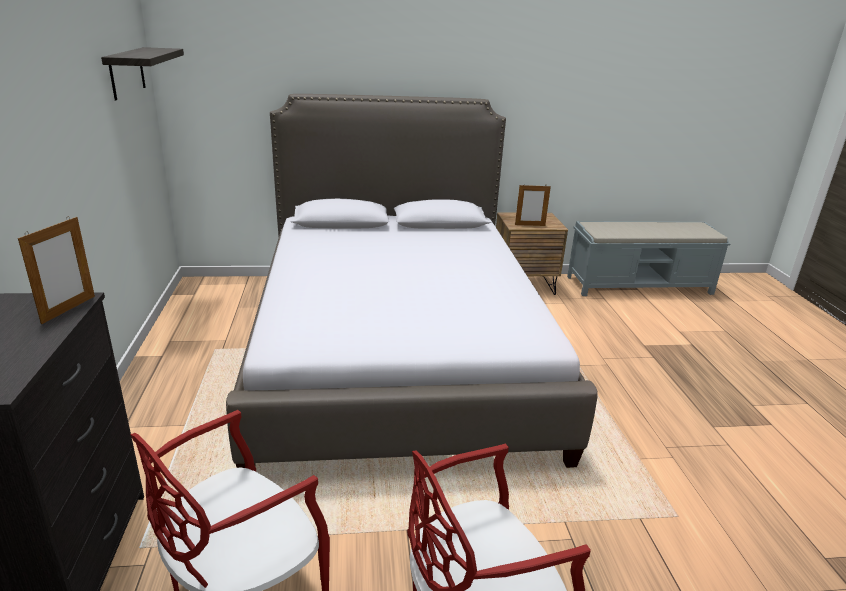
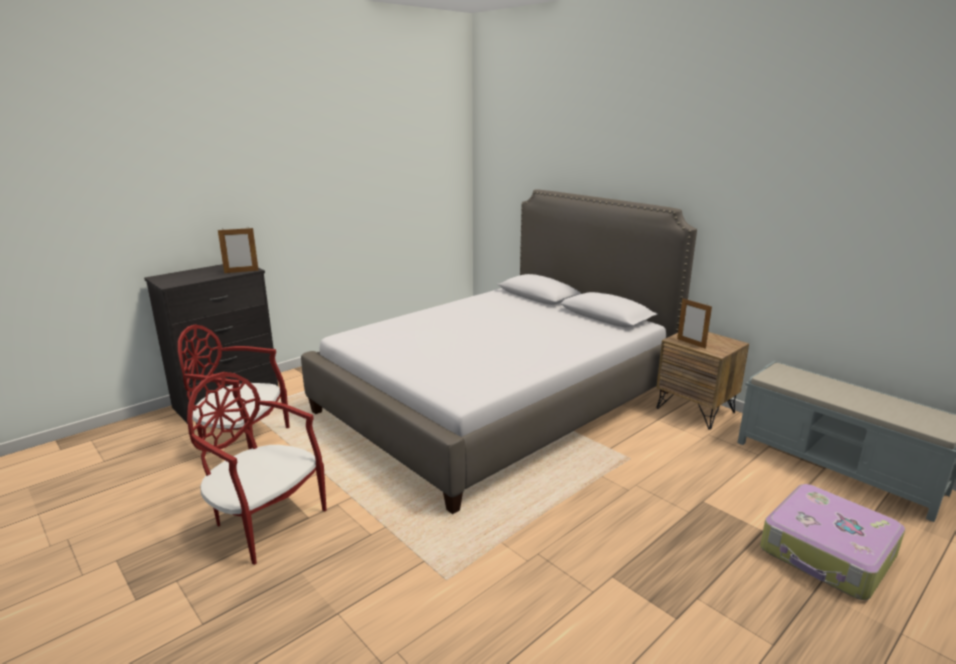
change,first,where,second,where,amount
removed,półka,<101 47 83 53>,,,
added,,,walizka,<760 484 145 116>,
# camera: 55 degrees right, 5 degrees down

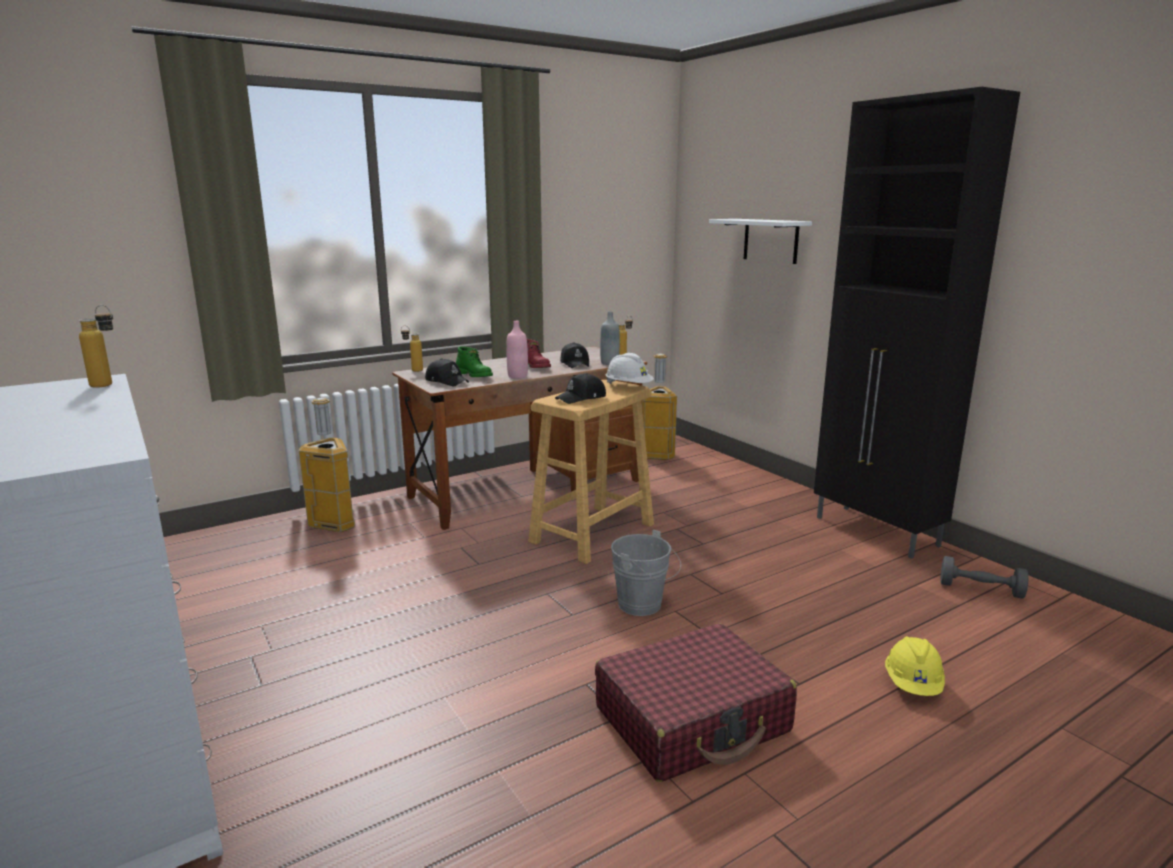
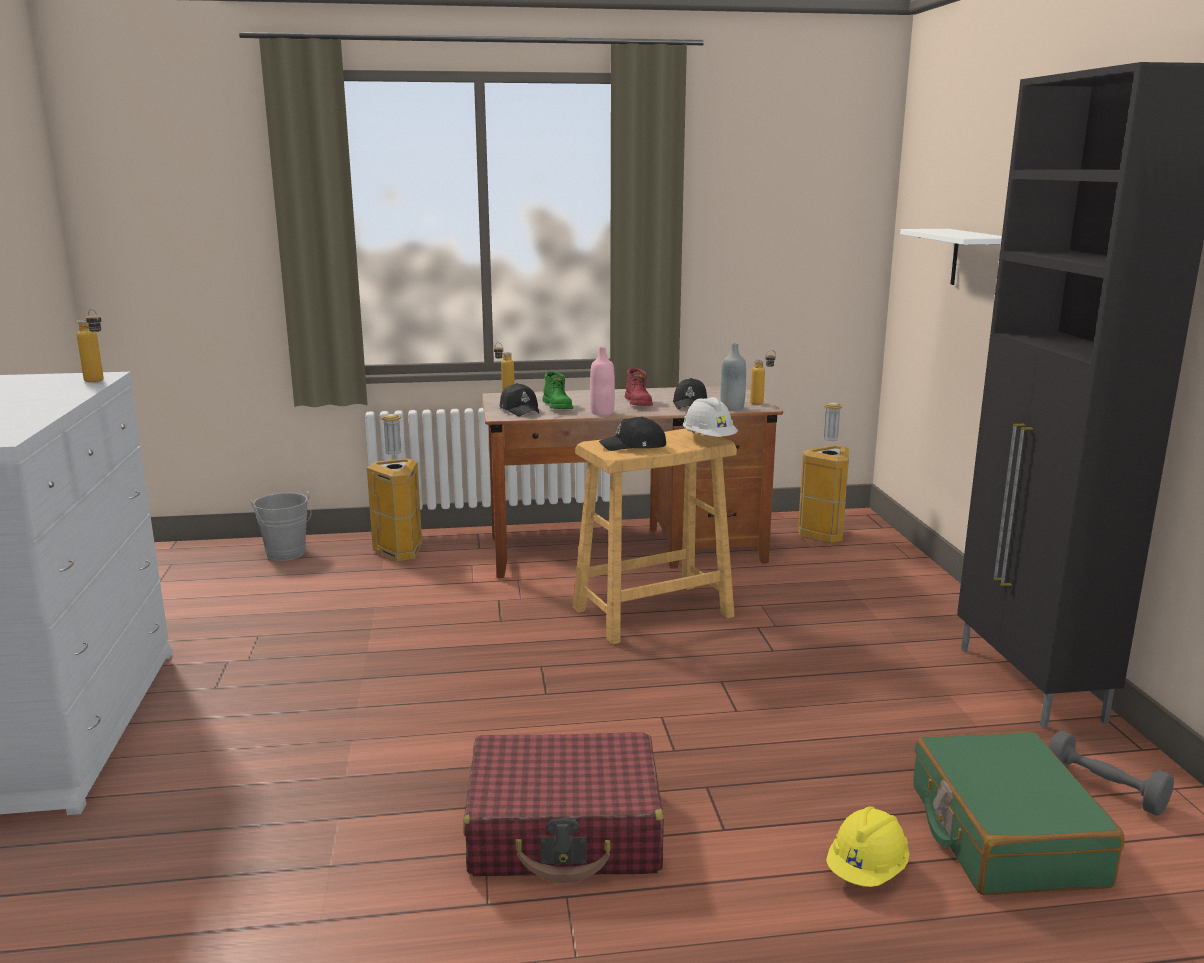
change,first,where,second,where,amount
added,,,walizka/zielony,<913 732 212 163>,
moved,wiadro/szary,<611 530 70 86>,,<250 491 61 70>,
# camera: 25 degrees right, 0 degrees up

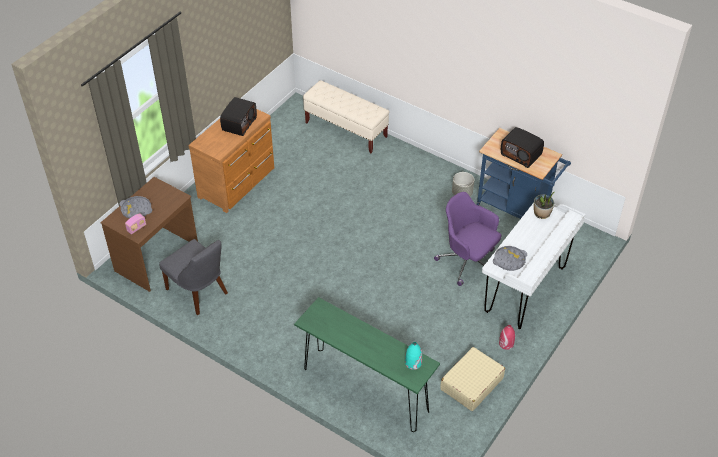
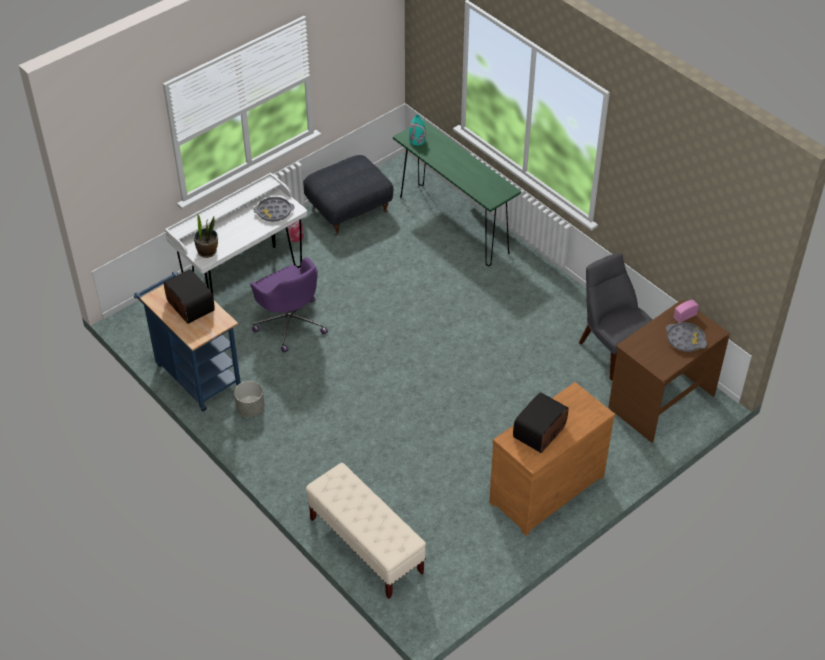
change,first,where,second,where,amount
replaced,walizka/beżowy,<440 347 65 64>,pufa/szary,<303 155 91 80>,
# camera: 165 degrees left, 0 degrees up

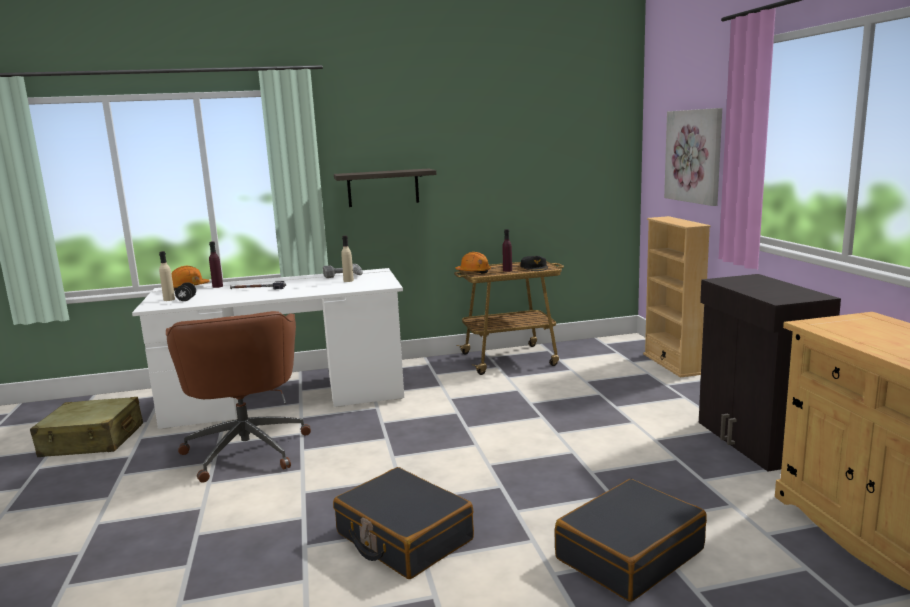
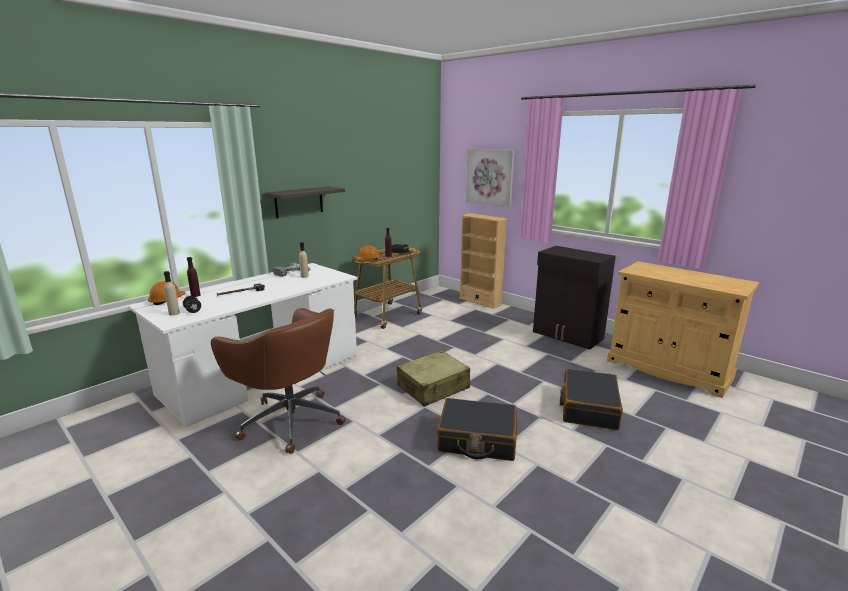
change,first,where,second,where,amount
moved,walizka/beżowy,<30 397 113 60>,,<397 350 73 57>,
# camera: 35 degrees left, 5 degrees up

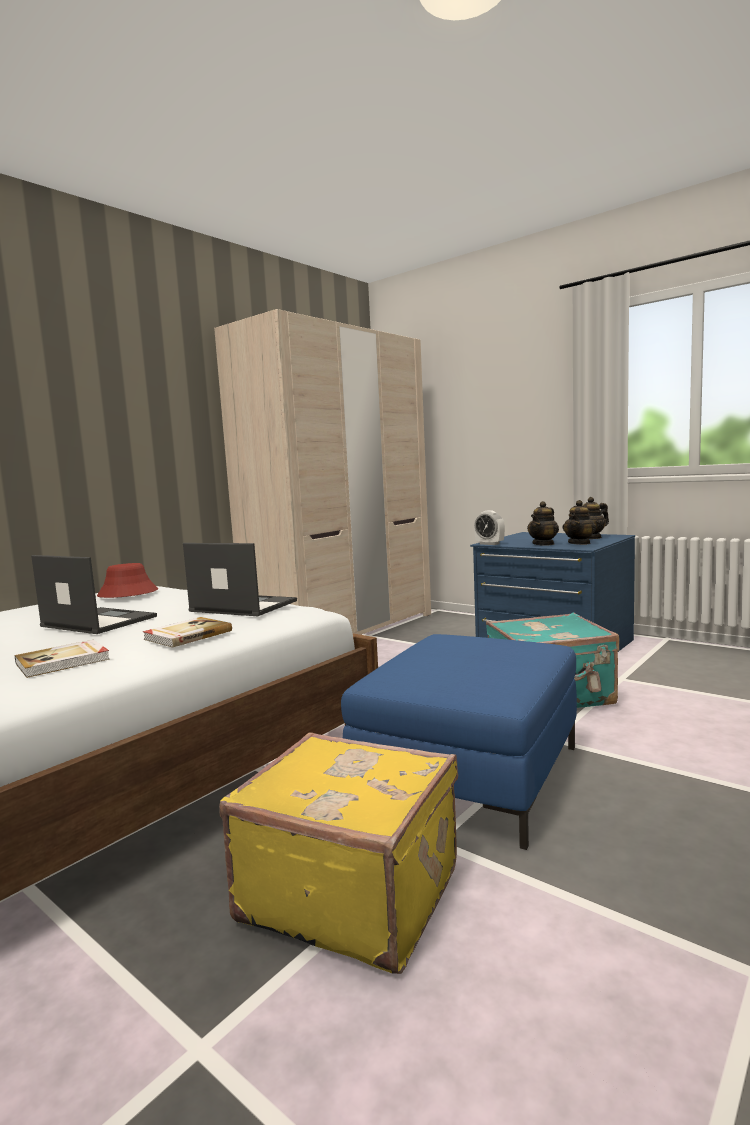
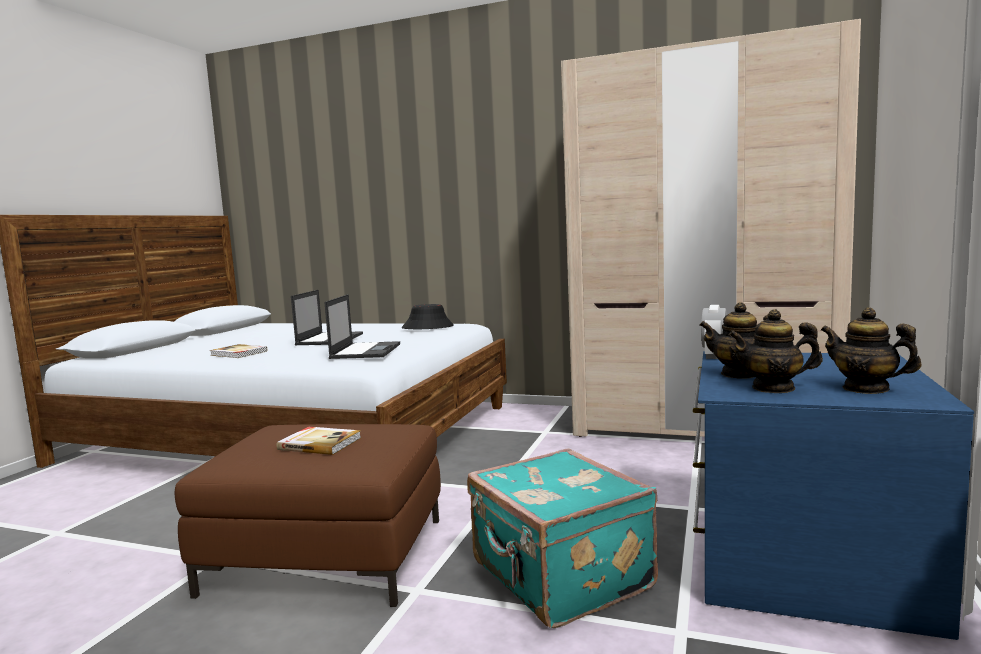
change,first,where,second,where,amount
removed,walizka/żółty,<219 732 239 242>,,,
moved,książka,<143 617 89 31>,,<277 427 84 28>,
recoloured,kapelusz/czerwony,<97 563 61 35>,kapelusz/czarny,<402 304 52 25>,
recoloured,pufa/niebieski,<341 634 236 216>,pufa/brązowy,<175 424 266 183>,
# camera: 70 degrees right, 0 degrees up

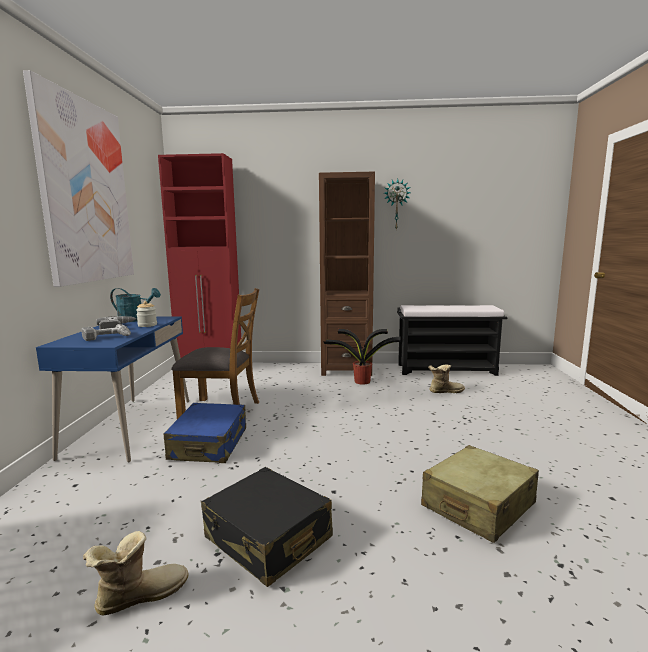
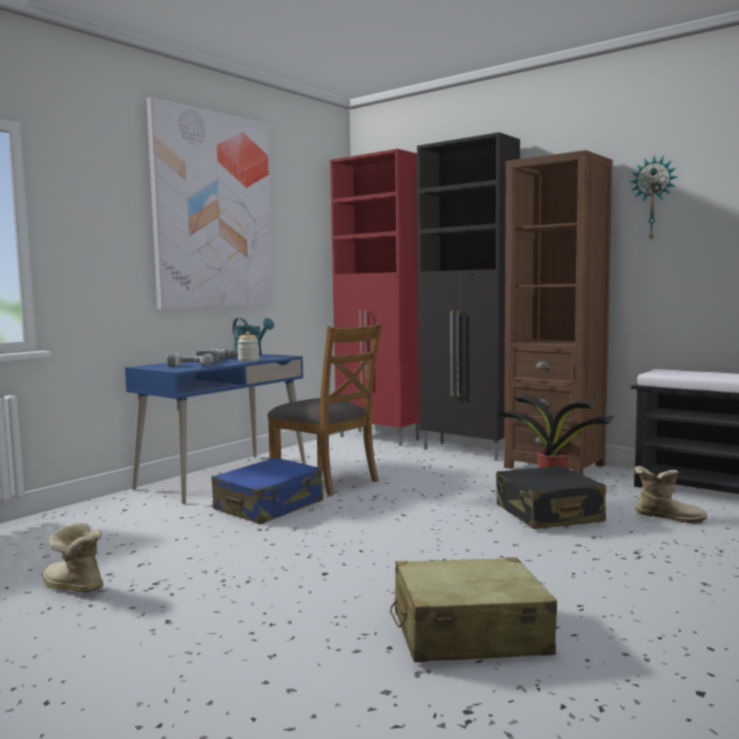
change,first,where,second,where,amount
added,,,szafka/czarny,<417 132 103 329>,
moved,walizka/czarny,<201 467 132 120>,,<496 465 110 64>,
turned,but z cholewką,<83 531 105 84>,,<42 522 62 71>,150 degrees counterclockwise
# camera: 35 degrees right, 5 degrees down

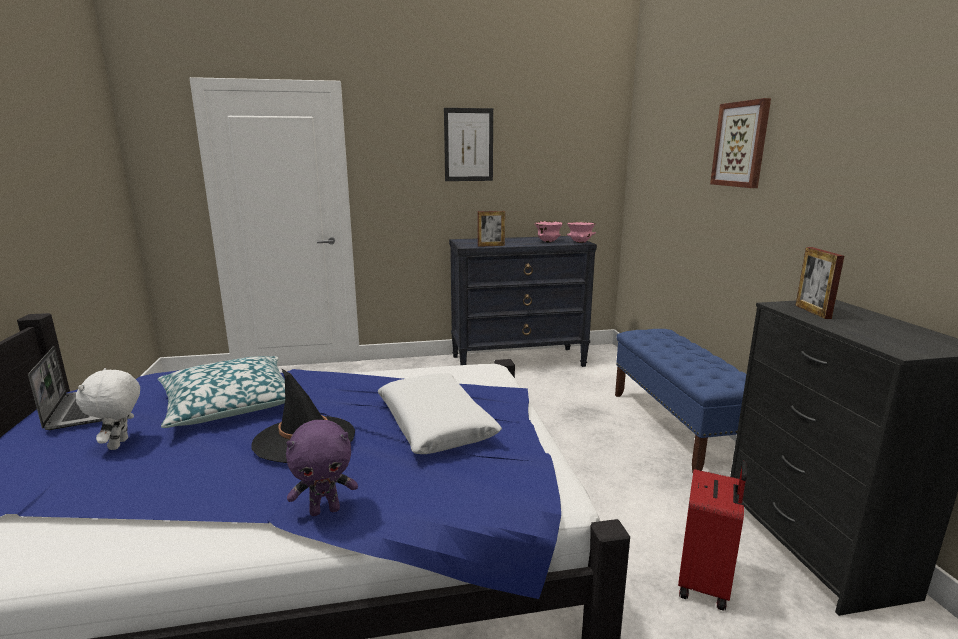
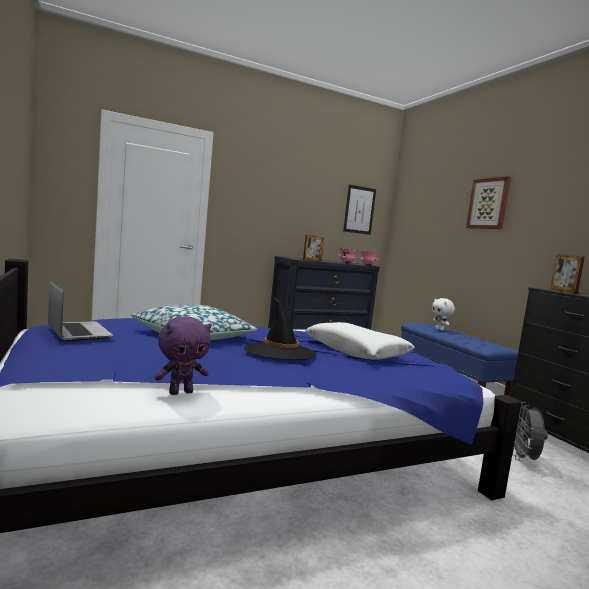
change,first,where,second,where,amount
moved,pluszak/biały,<76 368 64 82>,,<432 298 23 33>,
moved,pluszak/fioletowy,<286 420 72 96>,,<154 316 58 79>,
moved,obraz,<444 108 49 73>,,<343 185 33 50>,
replaced,walizka/czerwony,<678 461 69 149>,wentylator/szary,<512 402 36 60>,
# camera: 15 degrees left, 10 degrees down

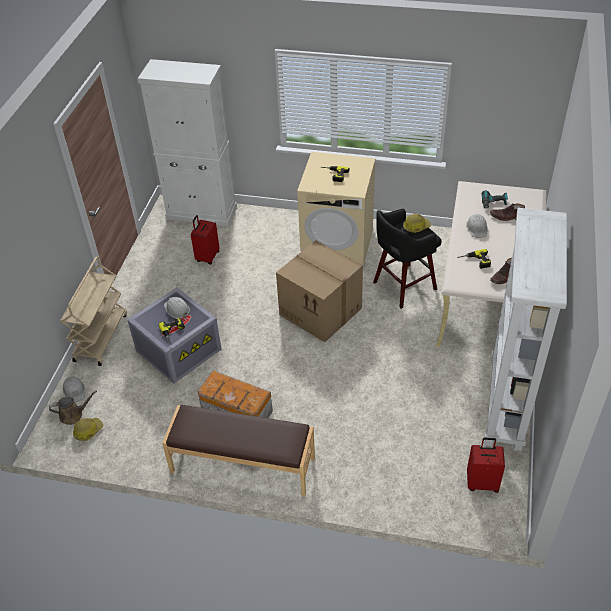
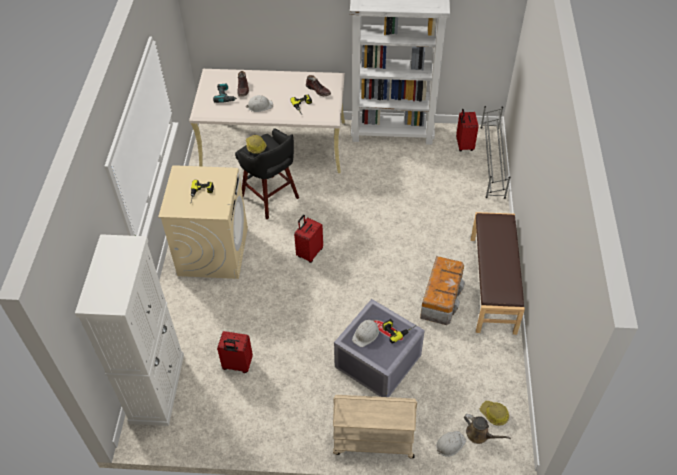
change,first,where,second,where,amount
added,,,regał na buty/szary,<480 106 30 93>,
replaced,karton,<276 240 87 102>,walizka/czerwony,<294 215 29 48>,
turned,konewka/brązowy,<49 391 48 34>,,<464 414 47 30>,150 degrees clockwise
# camera: 100 degrees left, 5 degrees up

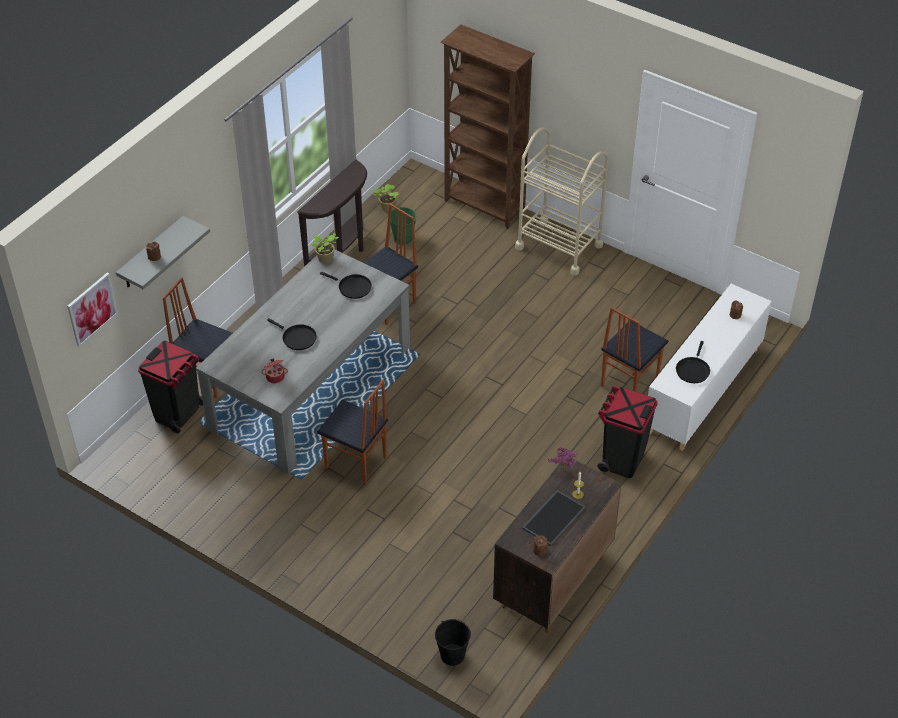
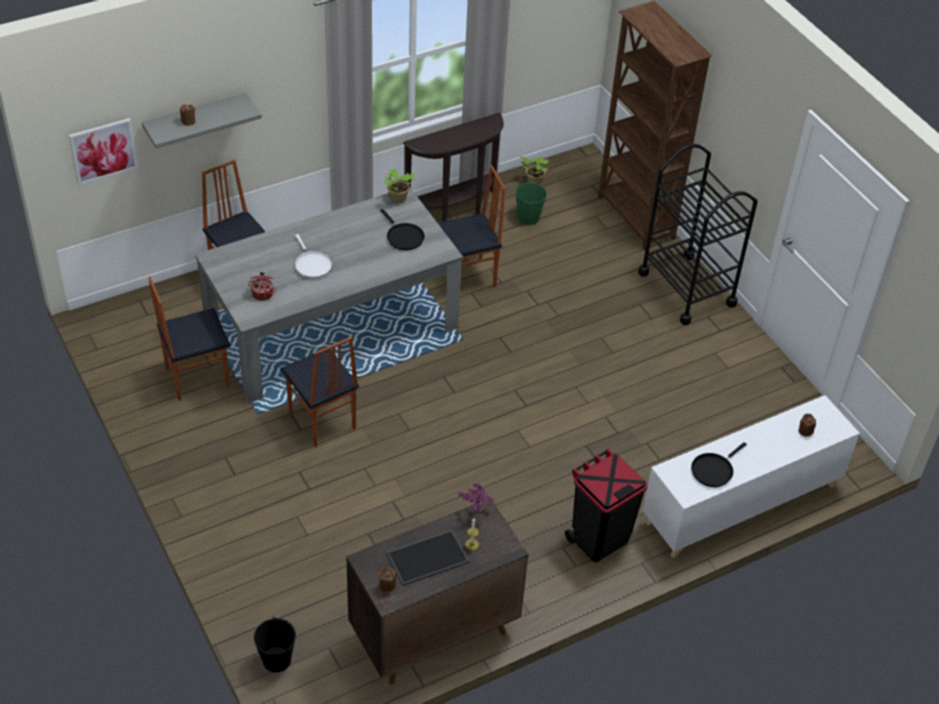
change,first,where,second,where,amount
removed,kosz na śmieci/czarny,<138 341 65 93>,,,
moved,krzesło,<601 307 67 85>,,<148 276 82 125>,
recoloured,patelnia/czarny,<267 318 50 32>,patelnia/biały,<294 234 39 45>,
recoloured,wózek/beżowy,<515 127 94 149>,wózek/czarny,<638 144 120 181>,
# camera: 25 degrees right, 0 degrees up

